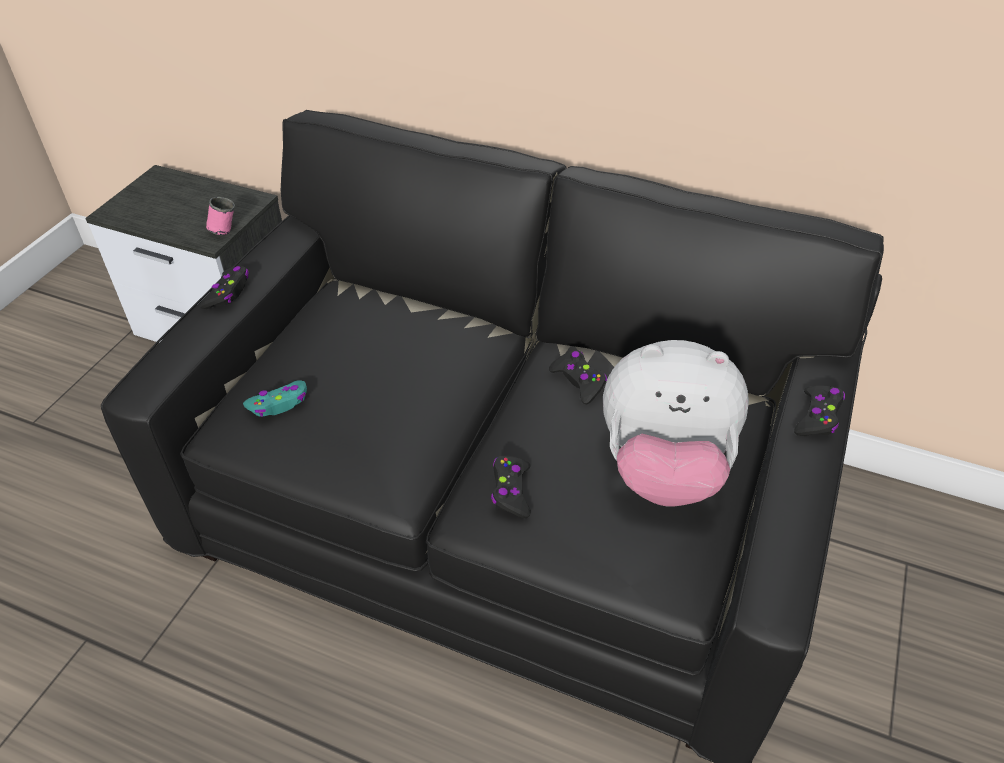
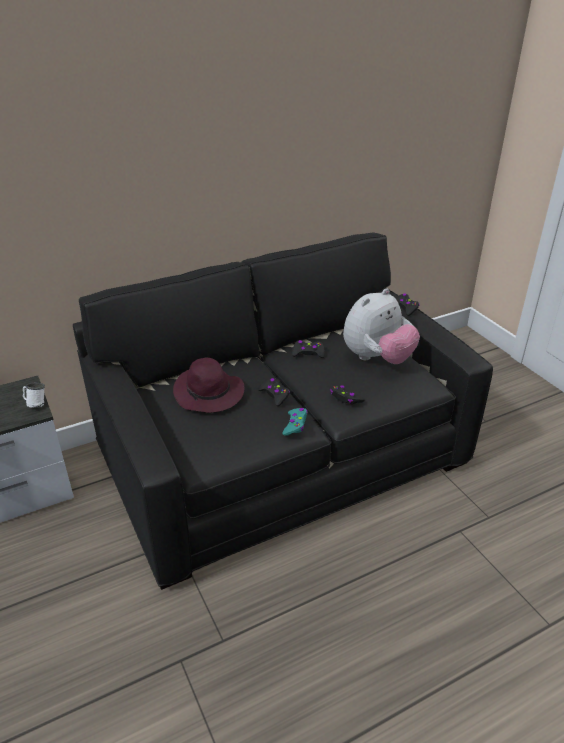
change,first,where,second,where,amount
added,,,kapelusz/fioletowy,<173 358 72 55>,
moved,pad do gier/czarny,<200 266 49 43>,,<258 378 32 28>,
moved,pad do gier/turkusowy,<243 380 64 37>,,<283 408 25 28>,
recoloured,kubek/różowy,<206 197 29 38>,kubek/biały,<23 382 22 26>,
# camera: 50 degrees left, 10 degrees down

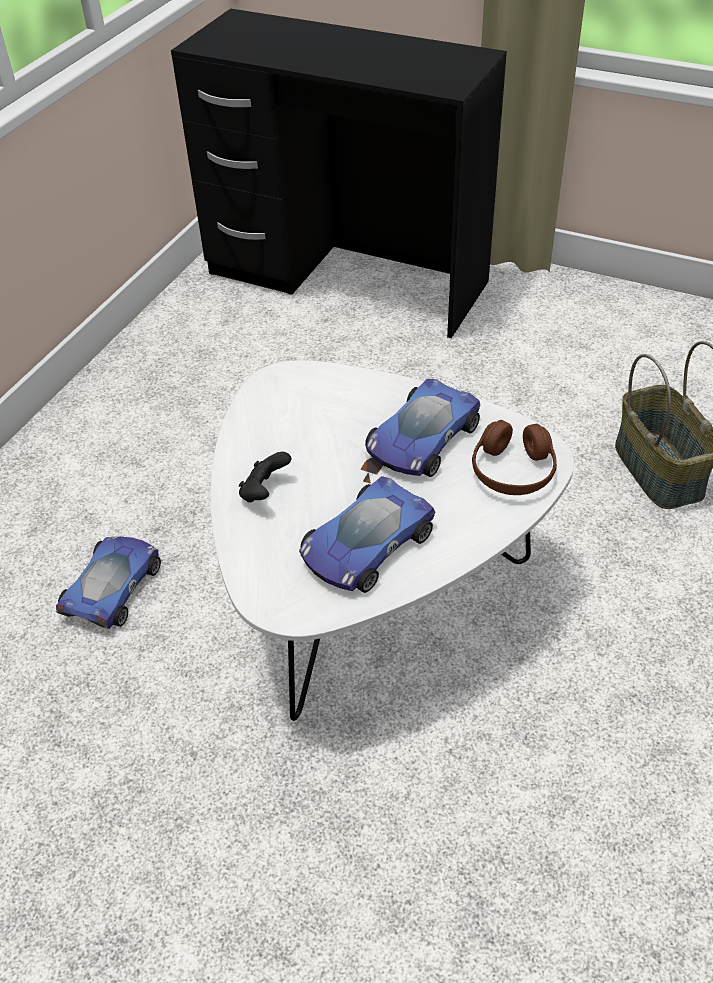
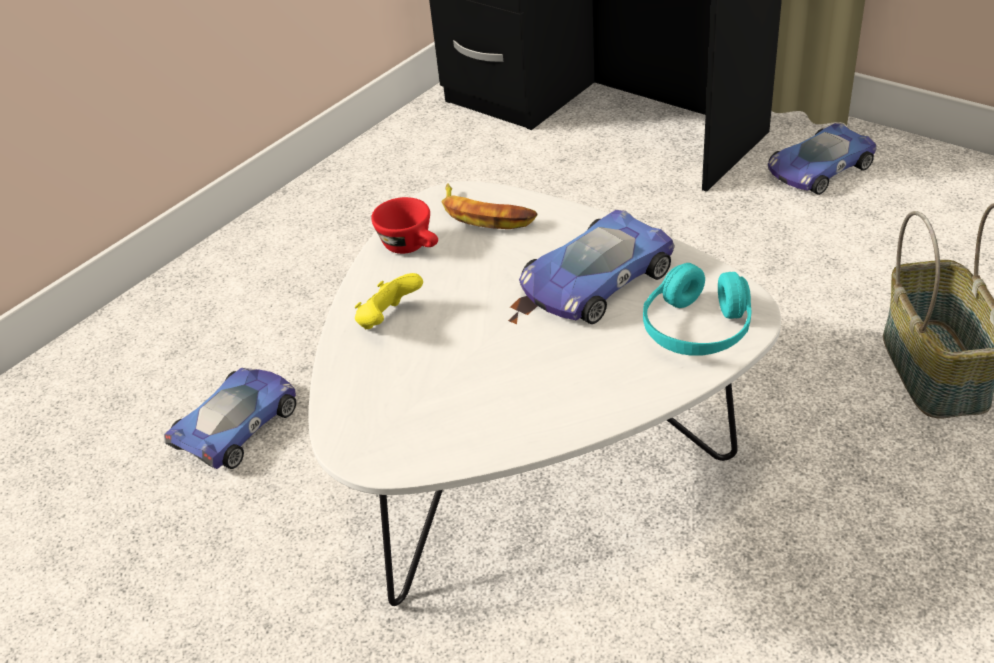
change,first,where,second,where,amount
added,,,filiżanka/czerwony,<371 197 67 57>,
added,,,banan,<442 183 95 46>,
moved,samochodzik,<299 476 137 117>,,<768 123 109 72>,
recoloured,pad do gier/czarny,<239 452 52 51>,pad do gier/żółty,<355 273 68 57>,
recoloured,słuchawki/brązowy,<472 420 85 75>,słuchawki/turkusowy,<643 263 108 93>,
# camera: 15 degrees right, 5 degrees down

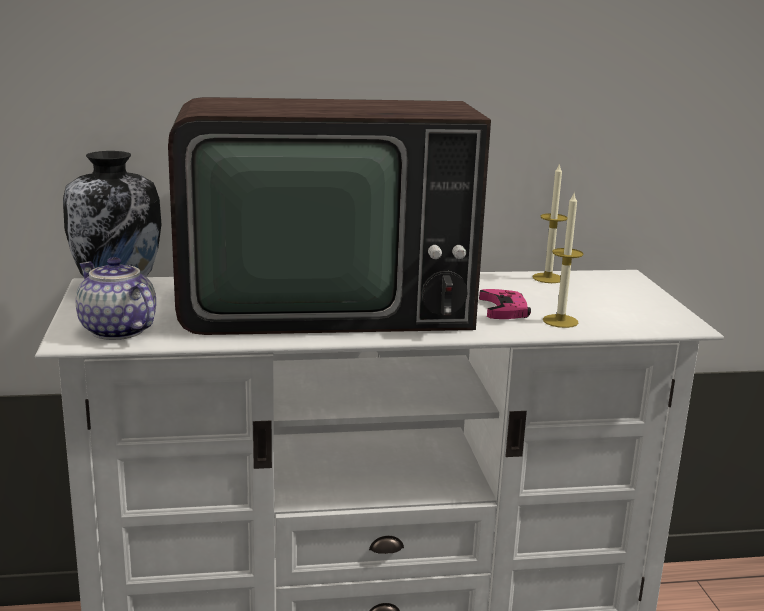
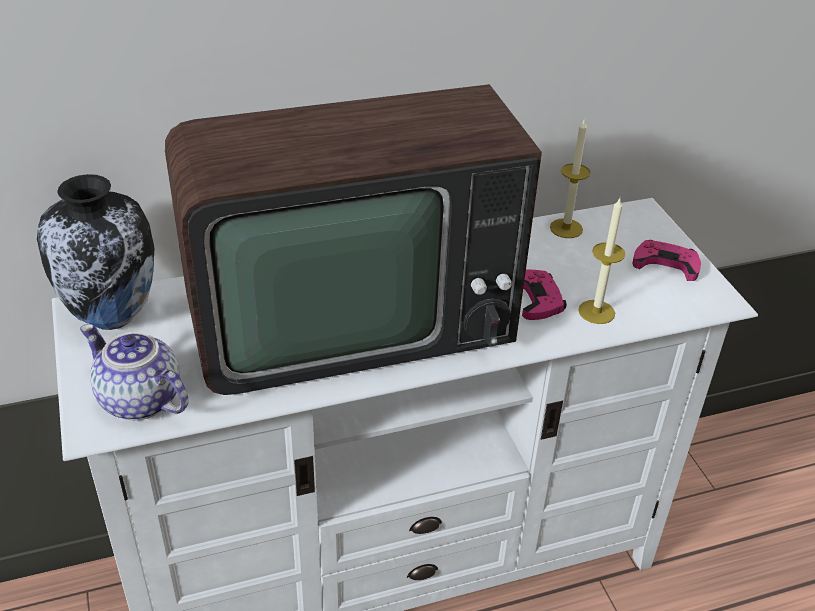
change,first,where,second,where,amount
added,,,pad do gier/różowy,<633 240 68 41>,
# camera: 10 degrees left, 20 degrees up

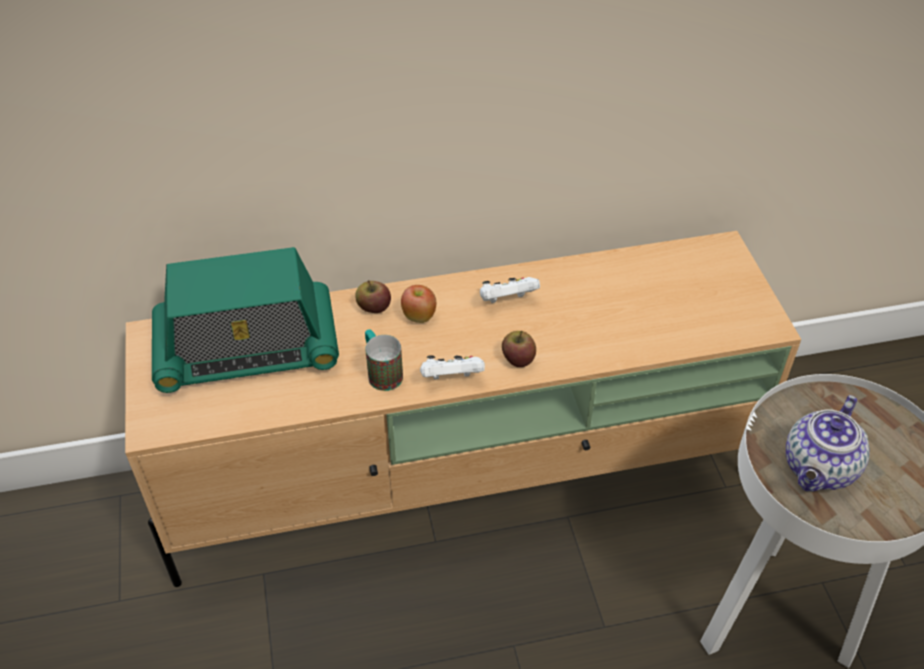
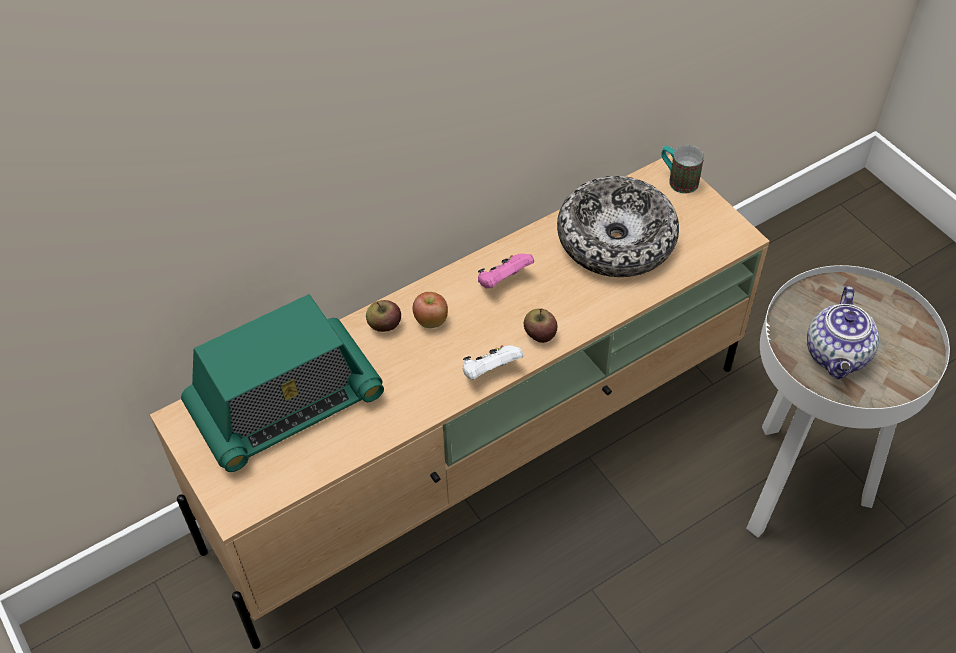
change,first,where,second,where,amount
added,,,miska,<557 176 122 101>,
moved,kubek,<365 329 38 62>,,<661 145 43 48>,
recoloured,pad do gier/biały,<480 277 60 26>,pad do gier/różowy,<478 254 56 35>,
# camera: 20 degrees left, 5 degrees up

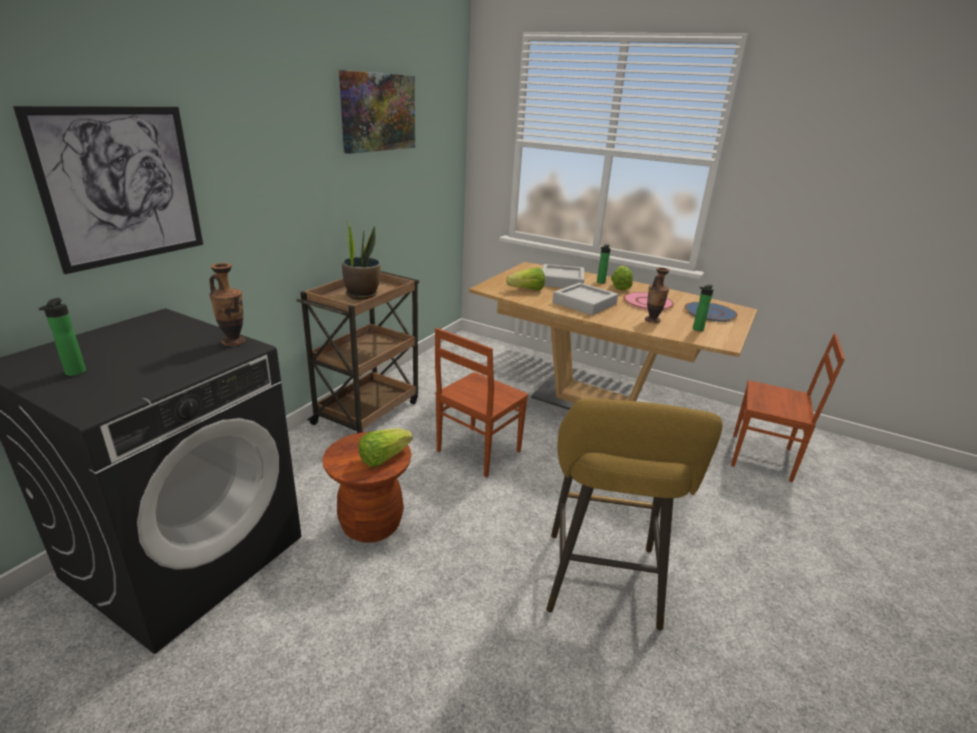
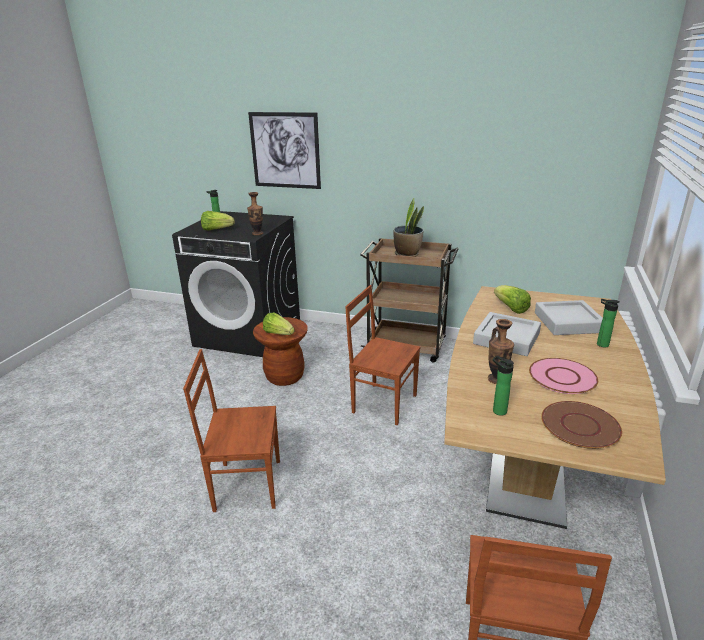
change,first,where,second,where,amount
removed,obraz,<339 70 76 84>,,,
moved,sałata,<611 266 22 24>,,<201 211 33 20>,
replaced,stołek/żółty,<546 398 177 233>,krzesło/brązowy,<183 349 97 163>,
recoloured,talerz/niebieski,<684 302 54 20>,talerz/brązowy,<541 401 81 48>,
# camera: 80 degrees right, 0 degrees up

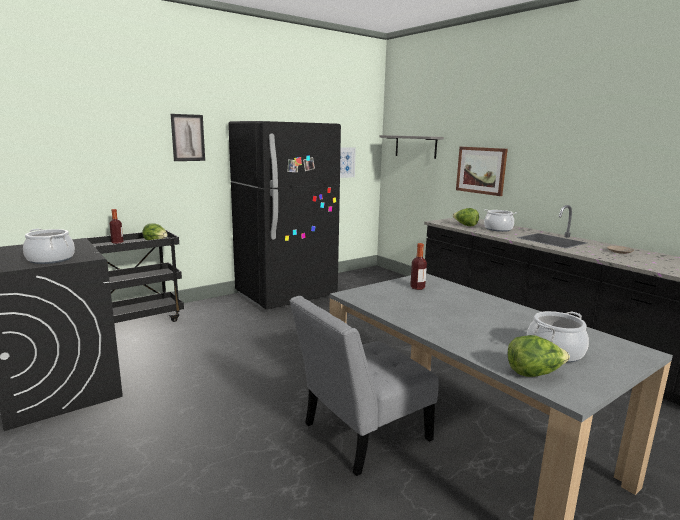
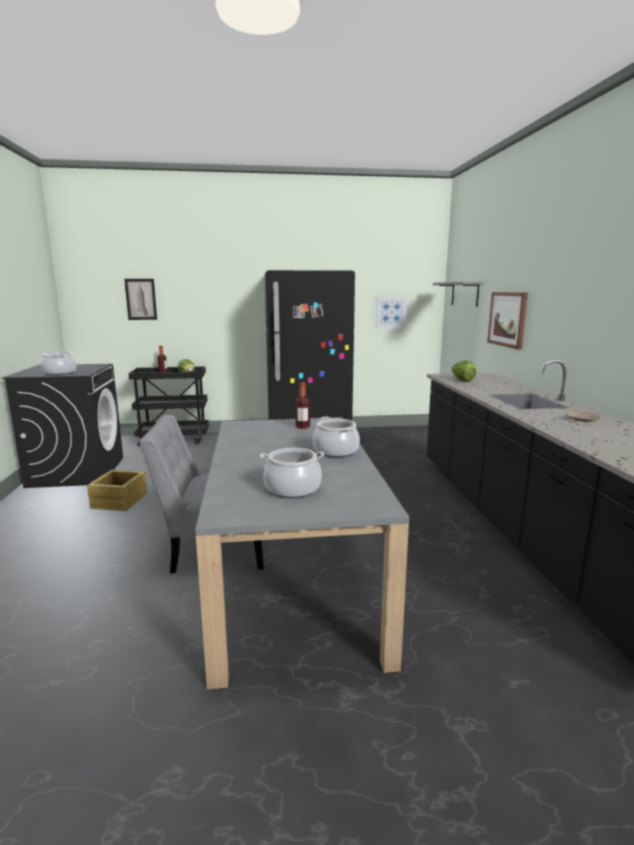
change,first,where,second,where,amount
removed,sałata,<508 335 62 42>,,,
added,,,skrzynka,<87 470 60 41>,
moved,obraz,<171 114 34 47>,,<124 279 33 41>,
moved,garnek,<484 209 33 23>,,<313 417 47 40>,
# camera: 30 degrees right, 0 degrees up

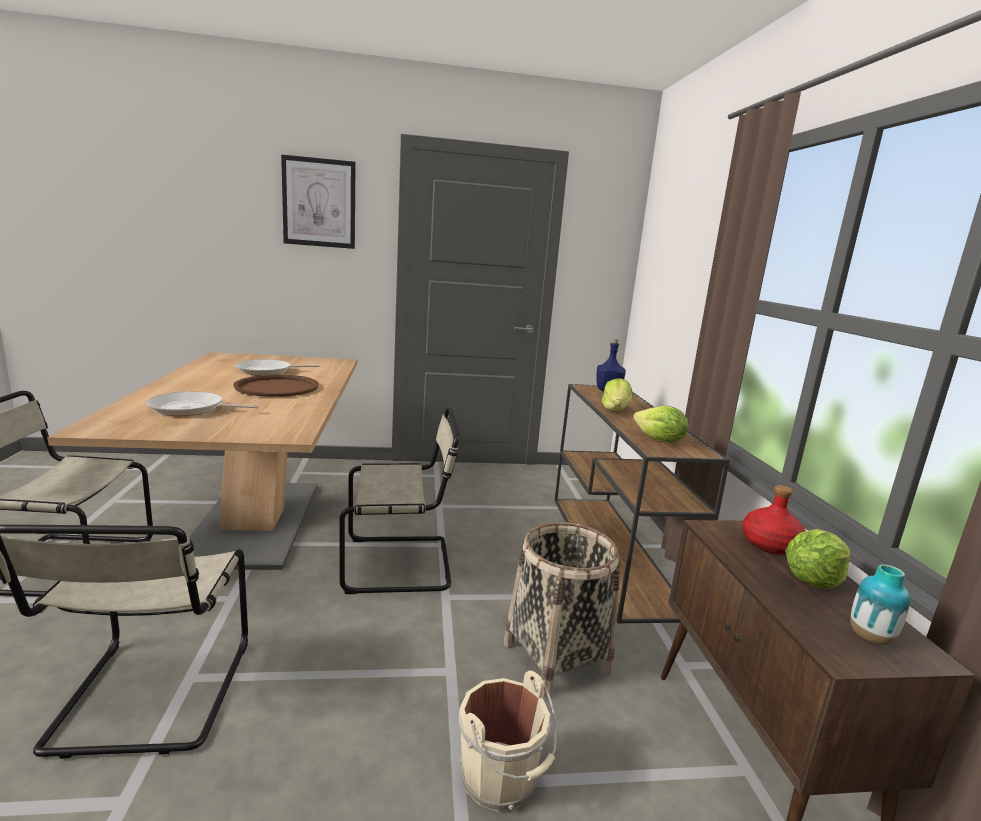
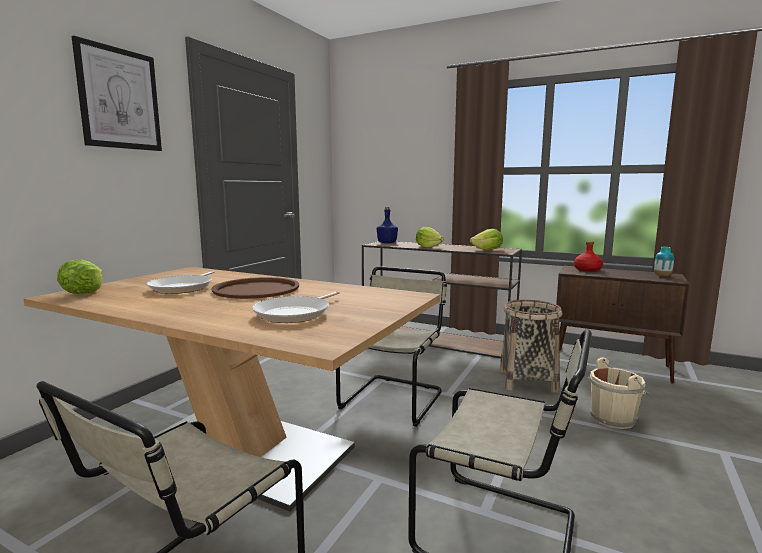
change,first,where,second,where,amount
moved,sałata,<785 529 65 60>,,<57 259 45 35>,
# camera: 55 degrees left, 5 degrees down

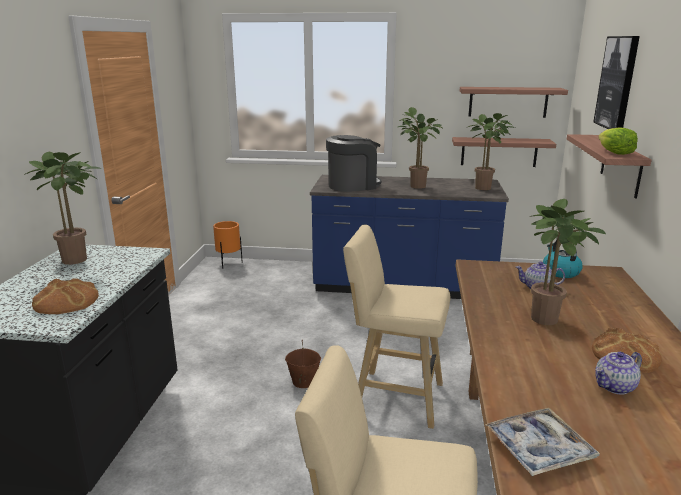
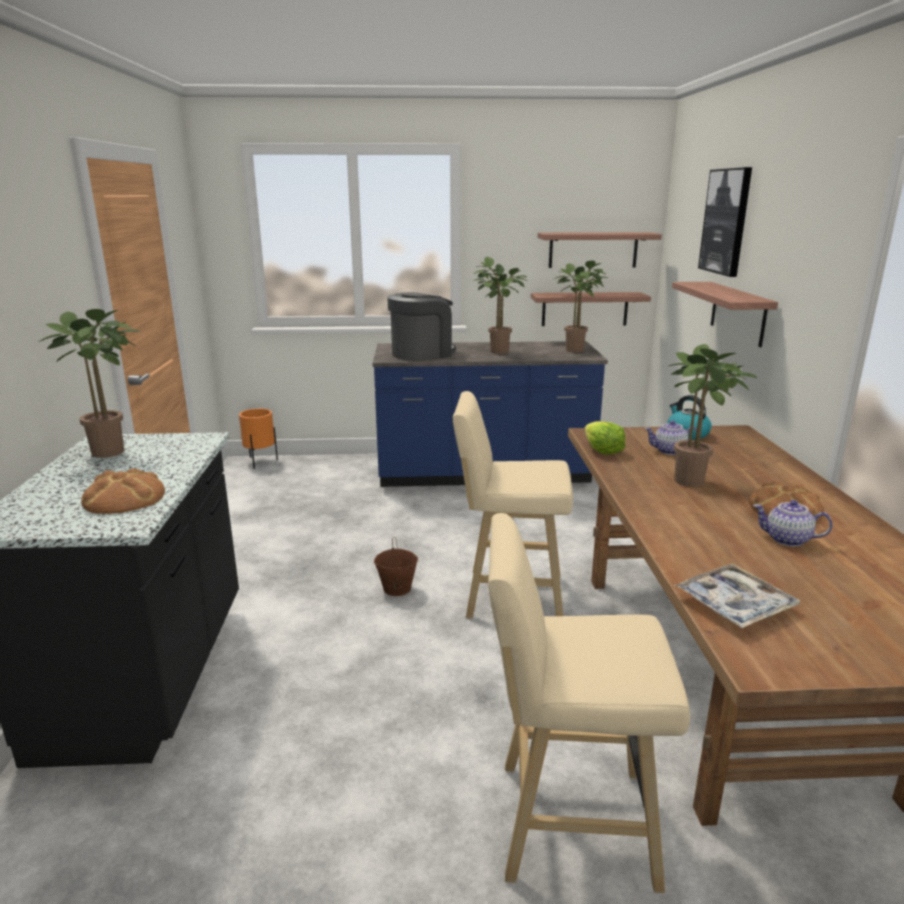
change,first,where,second,where,amount
moved,sałata,<598 127 40 28>,,<584 421 41 34>,
turned,imbryk,<595 352 47 43>,,<753 500 80 47>,60 degrees clockwise
# camera: 10 degrees left, 0 degrees up

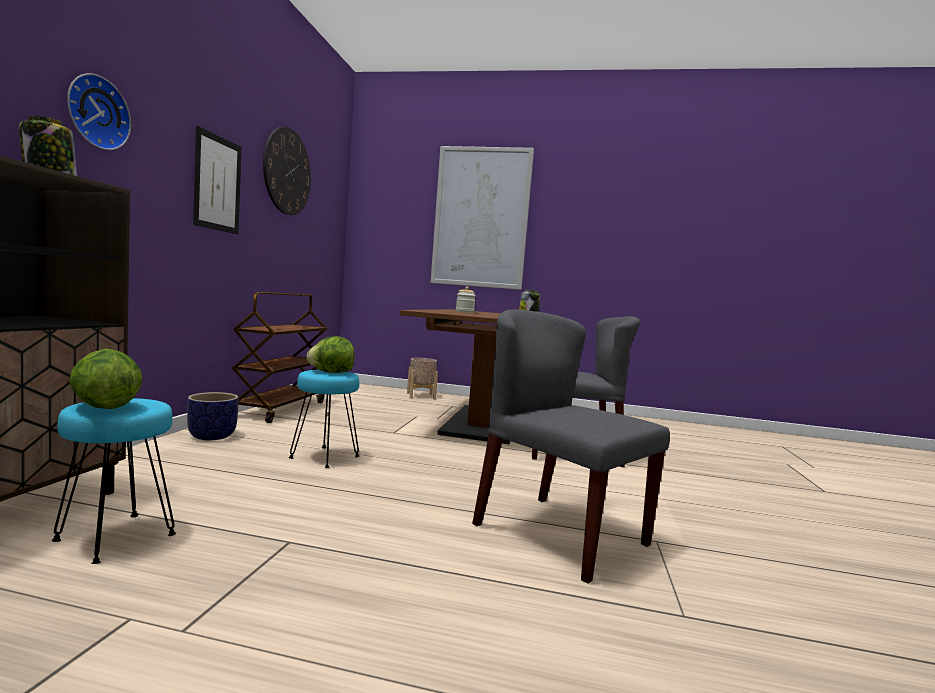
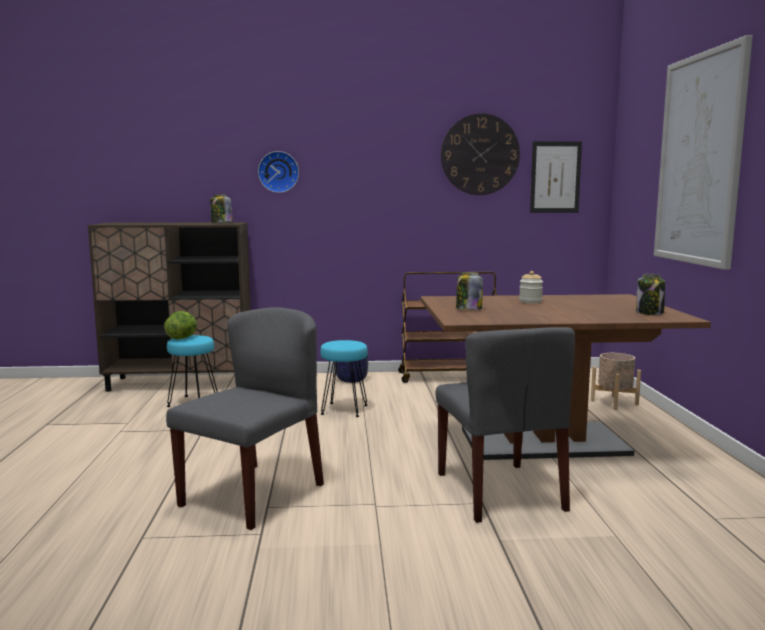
change,first,where,second,where,amount
removed,sałata,<307 336 48 37>,,,
added,,,słoik,<456 272 27 38>,
moved,obraz,<193 126 49 108>,,<530 141 52 72>,
# camera: 75 degrees right, 5 degrees up

